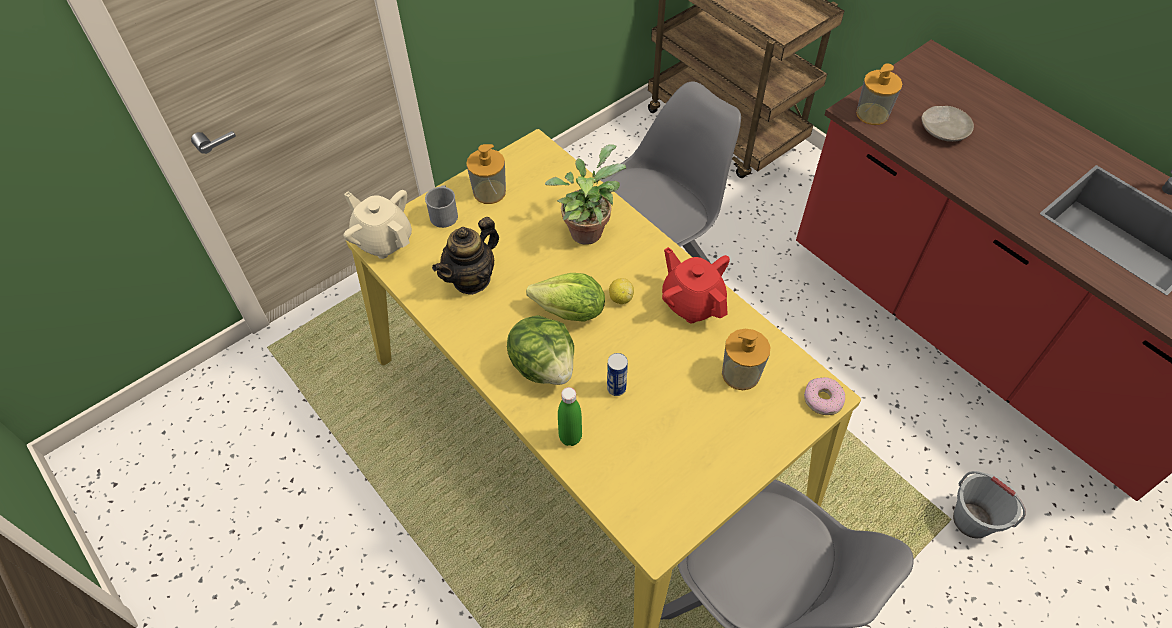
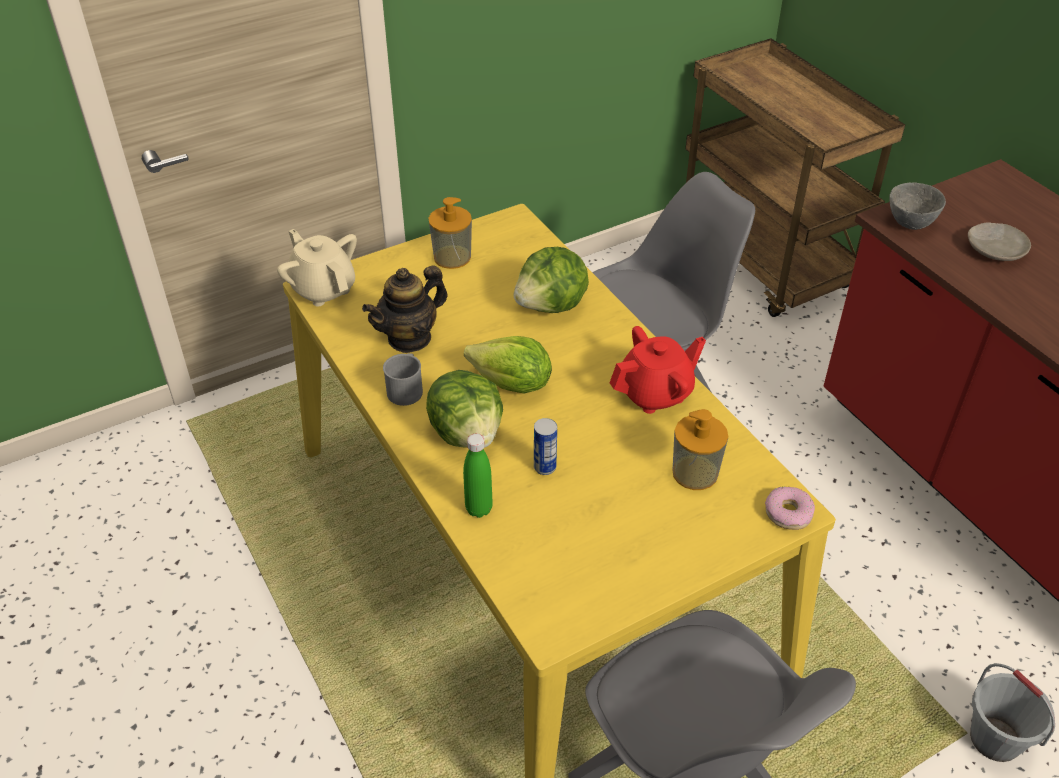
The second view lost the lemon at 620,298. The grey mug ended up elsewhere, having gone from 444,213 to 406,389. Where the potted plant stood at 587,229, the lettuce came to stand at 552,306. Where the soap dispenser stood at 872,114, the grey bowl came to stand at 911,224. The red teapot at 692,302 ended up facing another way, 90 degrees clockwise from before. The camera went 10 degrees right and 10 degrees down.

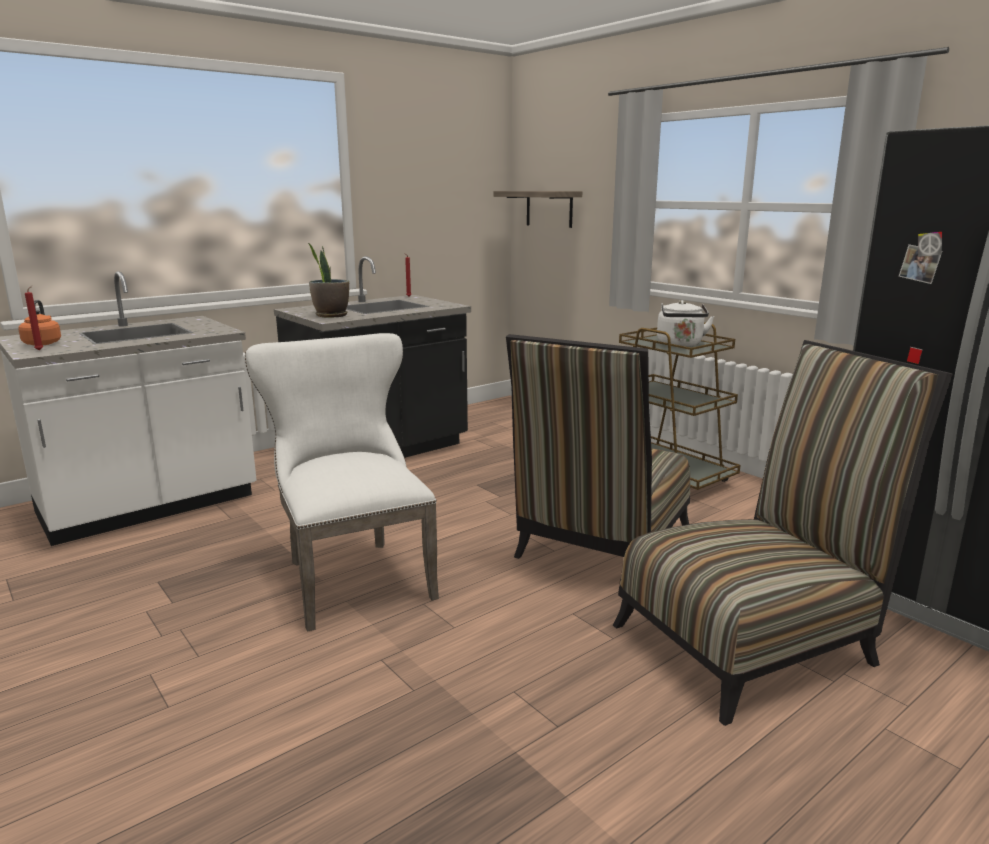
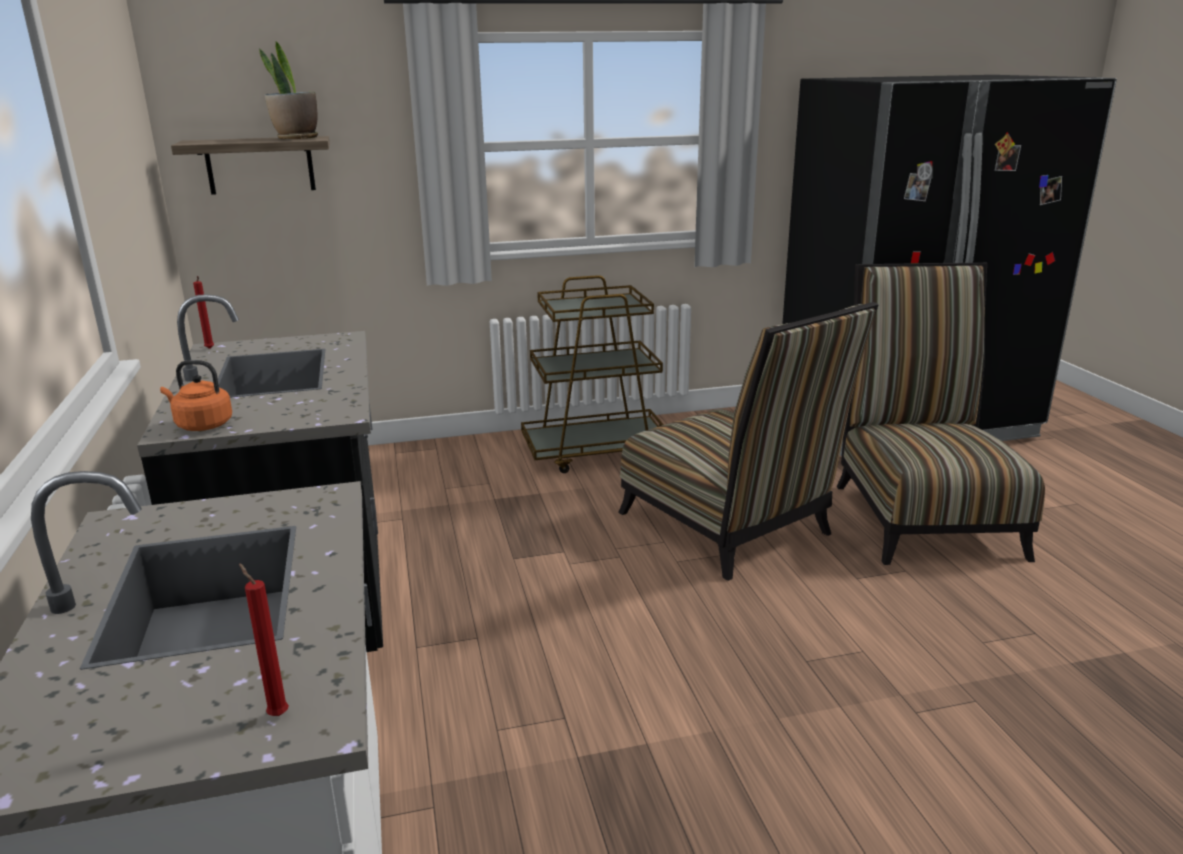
The second view lost the white chair at 352,576. The second view lost the white kettle at 680,345. The orange kettle ended up elsewhere, having gone from 43,343 to 201,425. The potted plant ended up elsewhere, having gone from 331,315 to 296,138. The camera went 65 degrees left and 5 degrees up.

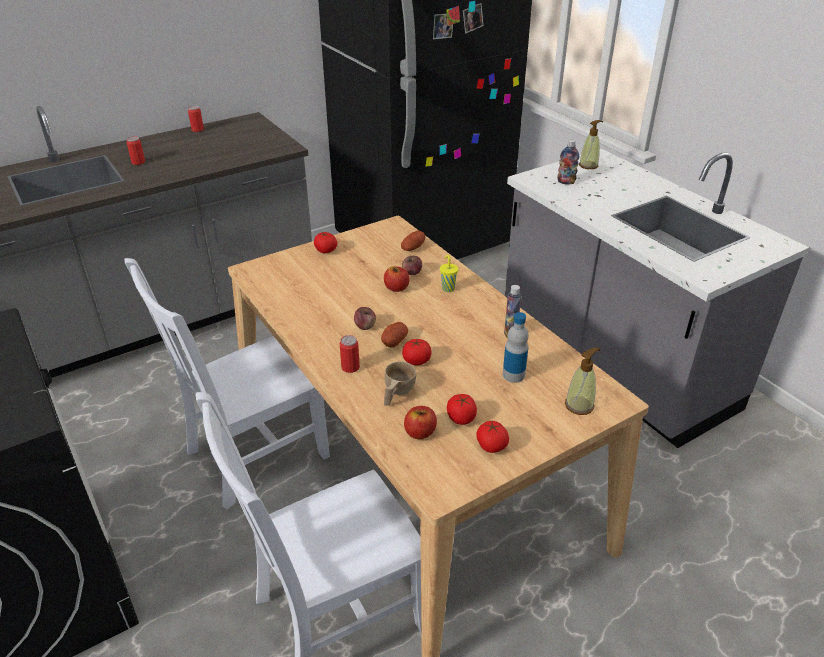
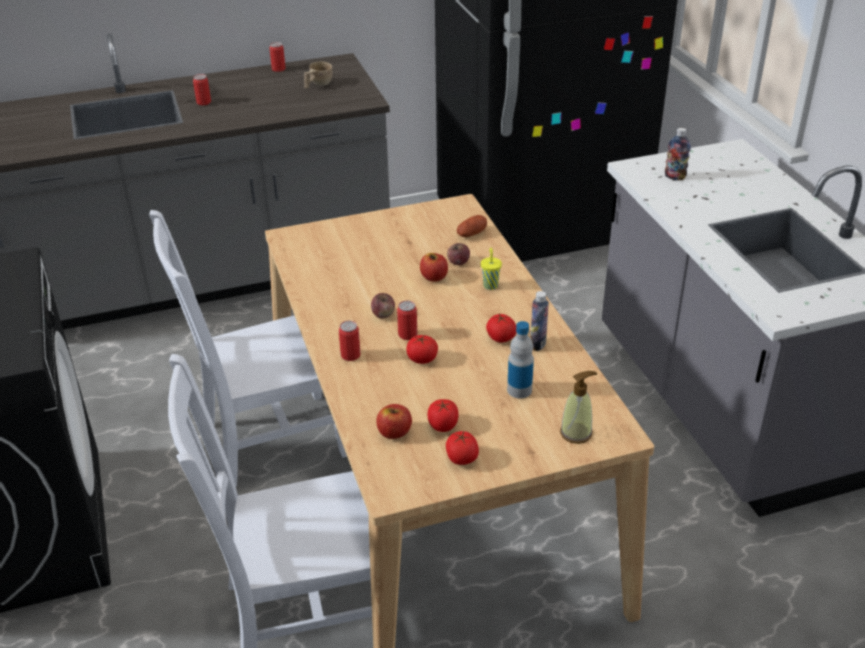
The second view lost the soap dispenser at 588,165. The tomato ended up elsewhere, having gone from 326,251 to 500,338. The beige cup ended up elsewhere, having gone from 396,394 to 317,85. Where the potato stood at 394,341, the can came to stand at 407,335. The camera went 15 degrees right and 0 degrees up.

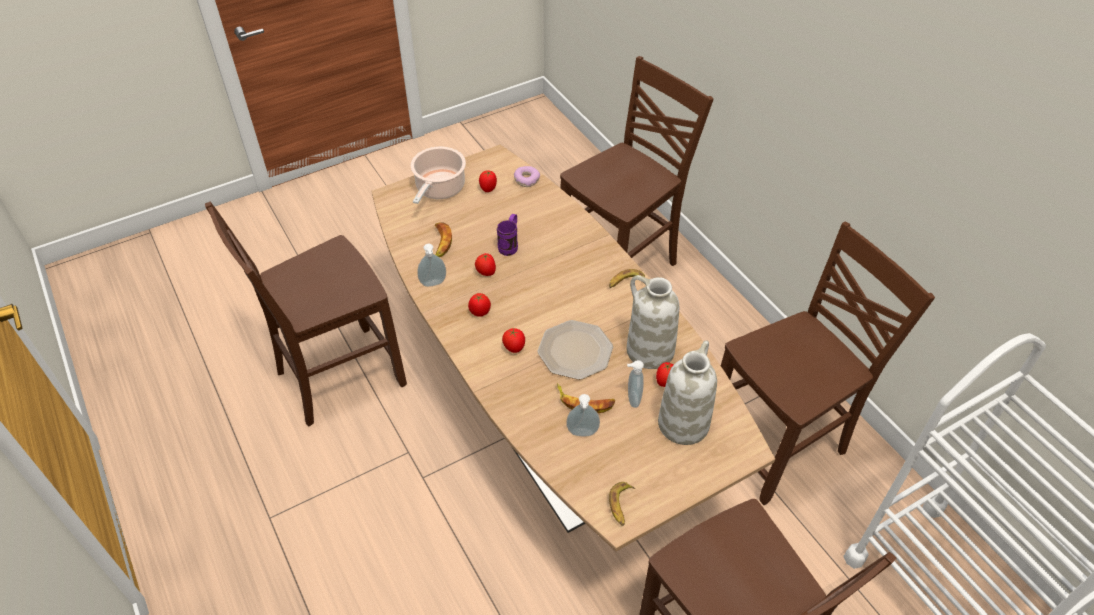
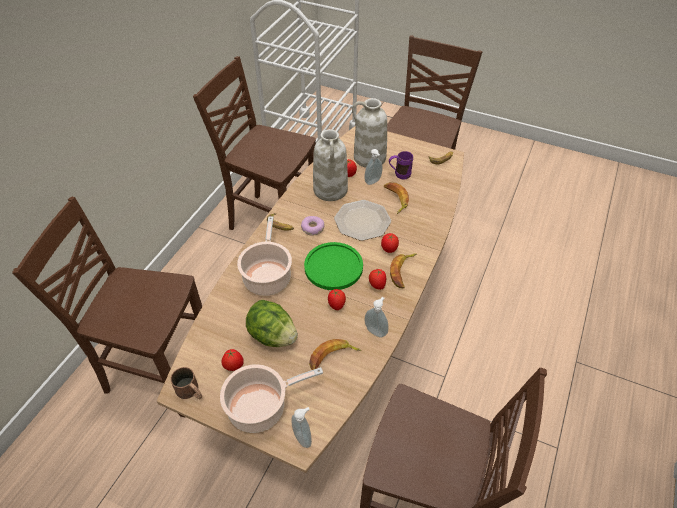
The second view gained the brown mug at 191,392. The second view gained the cooking pot at 267,276. The second view gained the lettuce at 272,336. The second view gained the green plate at 333,267. The second view gained the banana at 402,272. The purple mug ended up elsewhere, having gone from 510,245 to 399,175. The donut ended up elsewhere, having gone from 526,179 to 312,228. The soap dispenser ended up elsewhere, having gone from 582,434 to 303,437. The camera went 125 degrees left and 0 degrees up.

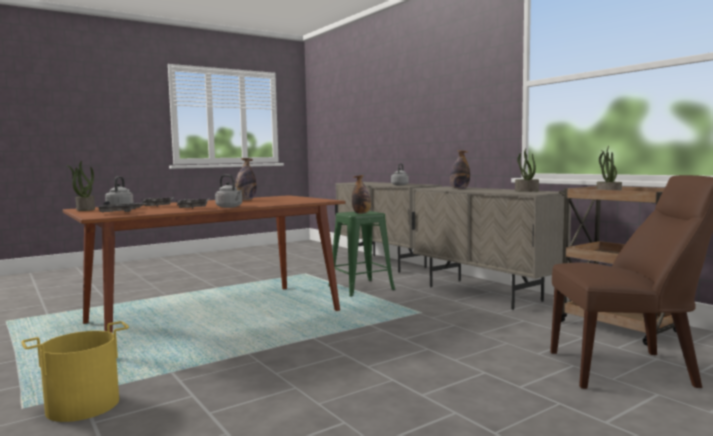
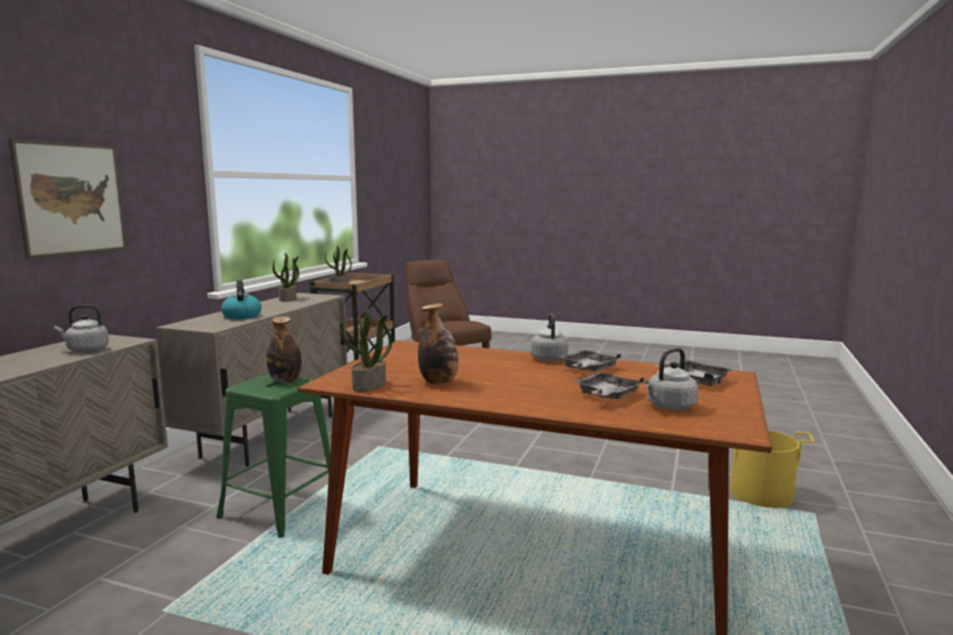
The second view gained the picture at 72,199. The potted plant ended up elsewhere, having gone from 85,209 to 369,386. Where the bottle stood at 459,189, the kettle came to stand at 241,316. The camera went 125 degrees left and 5 degrees up.

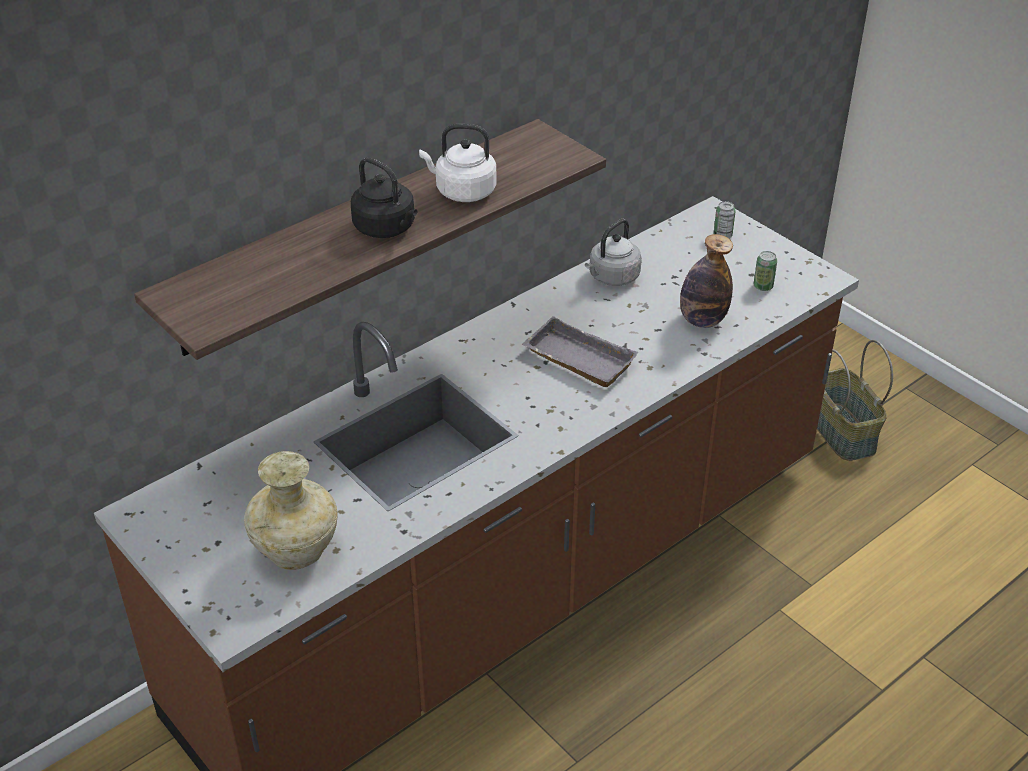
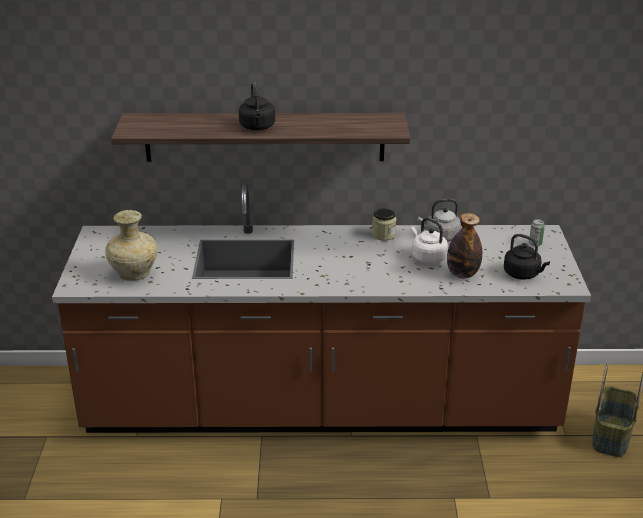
The second view lost the grey tray at 576,360. The second view gained the jar at 383,235. The white kettle ended up elsewhere, having gone from 462,191 to 427,257. Where the can stood at 763,286, the black kettle came to stand at 523,274. The camera went 40 degrees right and 10 degrees down.

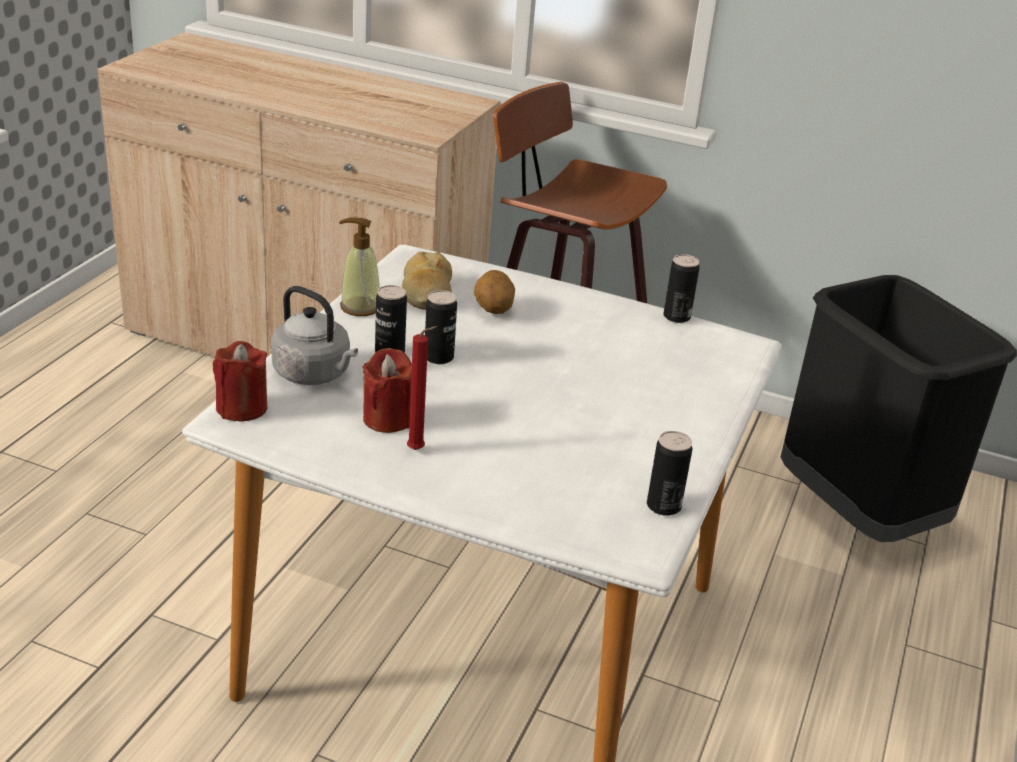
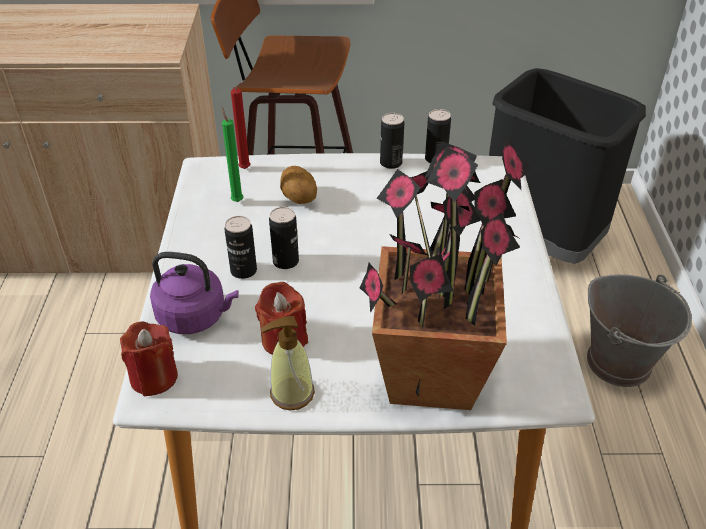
The second view gained the potted plant at 430,374. The second view gained the grey bucket at 620,362. The soap dispenser ended up elsewhere, having gone from 360,307 to 291,393. The red candle ended up elsewhere, having gone from 418,450 to 247,168. The can ended up elsewhere, having gone from 663,506 to 391,163. Where the bread stood at 426,293, the green candle came to stand at 236,200. What was the grey kettle at 314,374 turned into the purple kettle at 195,317. The camera went 20 degrees left and 10 degrees up.

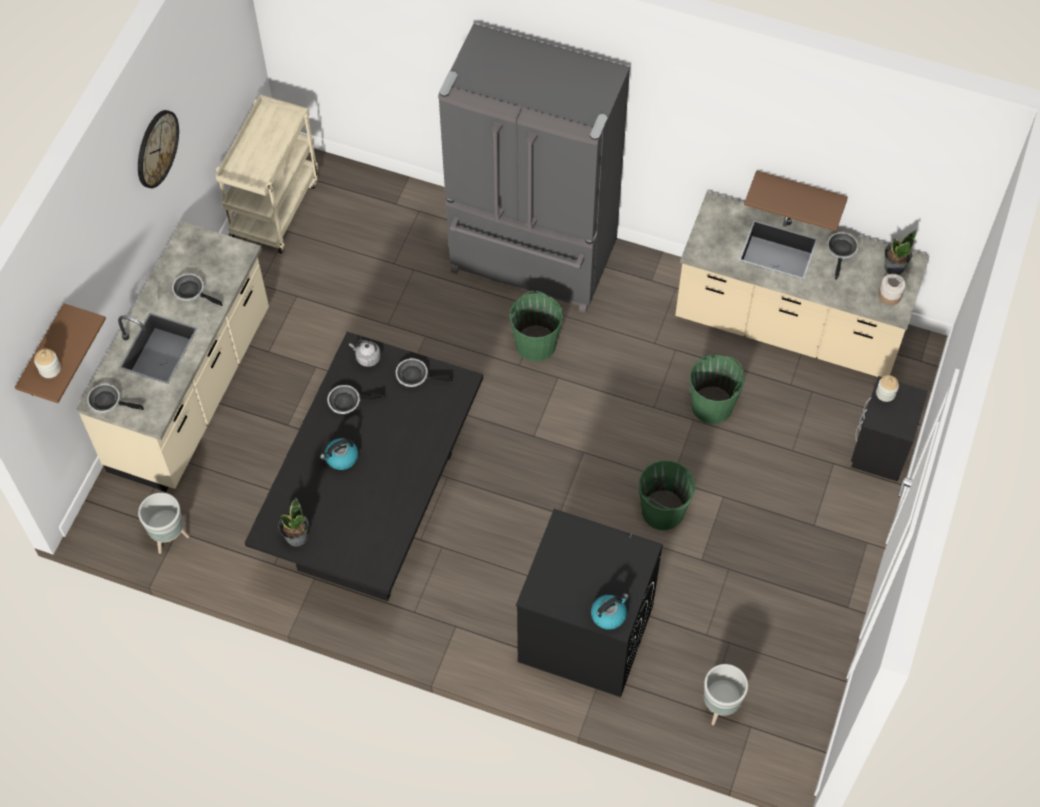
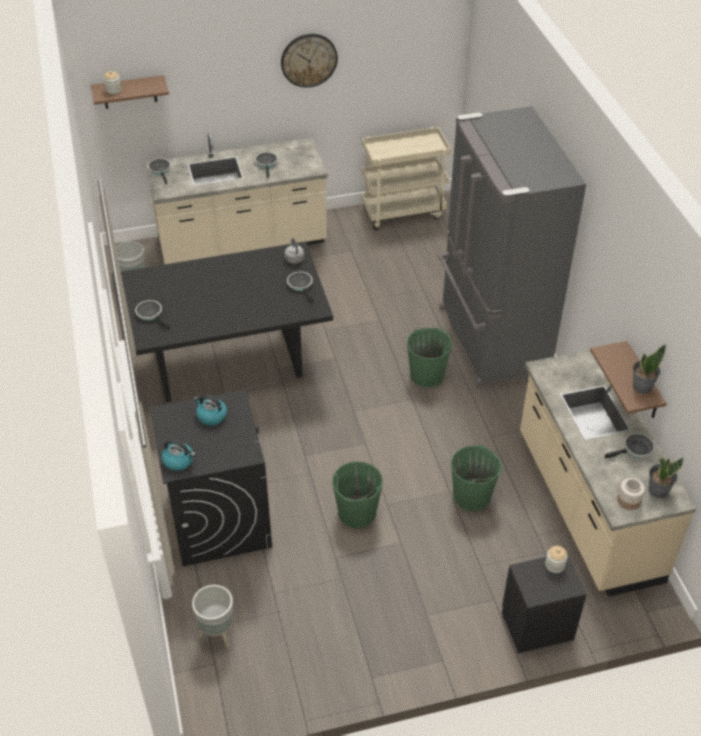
The potted plant ended up elsewhere, having gone from 296,537 to 641,386. The kettle ended up elsewhere, having gone from 341,458 to 211,416. The frying pan ended up elsewhere, having gone from 347,401 to 151,314. The camera went 55 degrees right and 15 degrees down.

